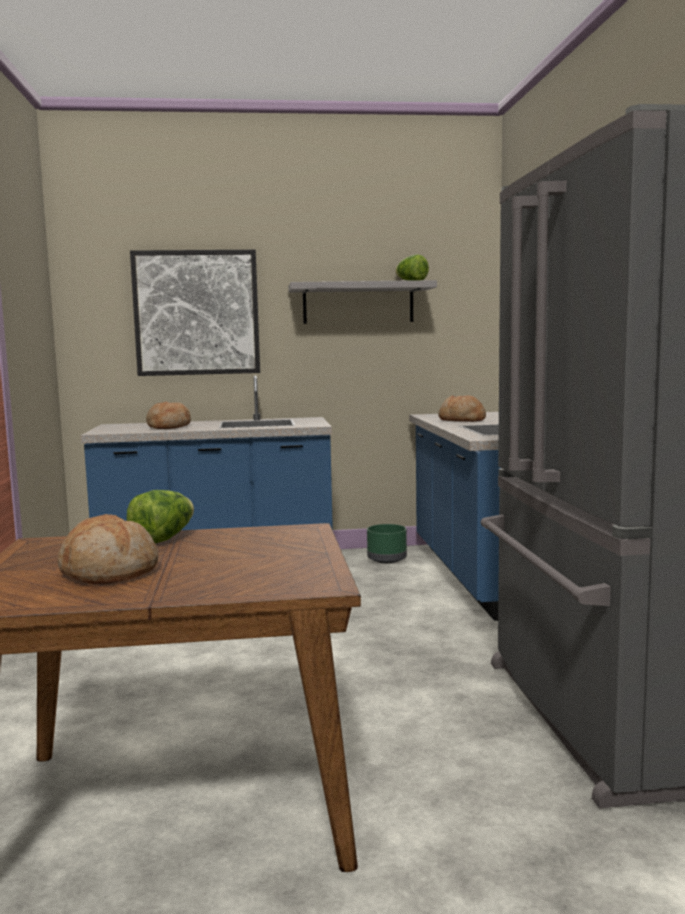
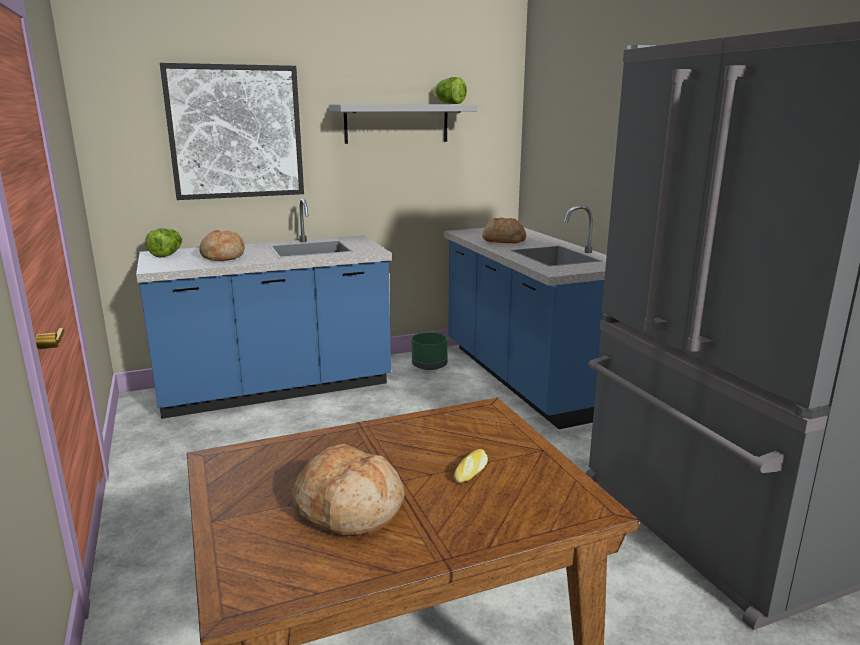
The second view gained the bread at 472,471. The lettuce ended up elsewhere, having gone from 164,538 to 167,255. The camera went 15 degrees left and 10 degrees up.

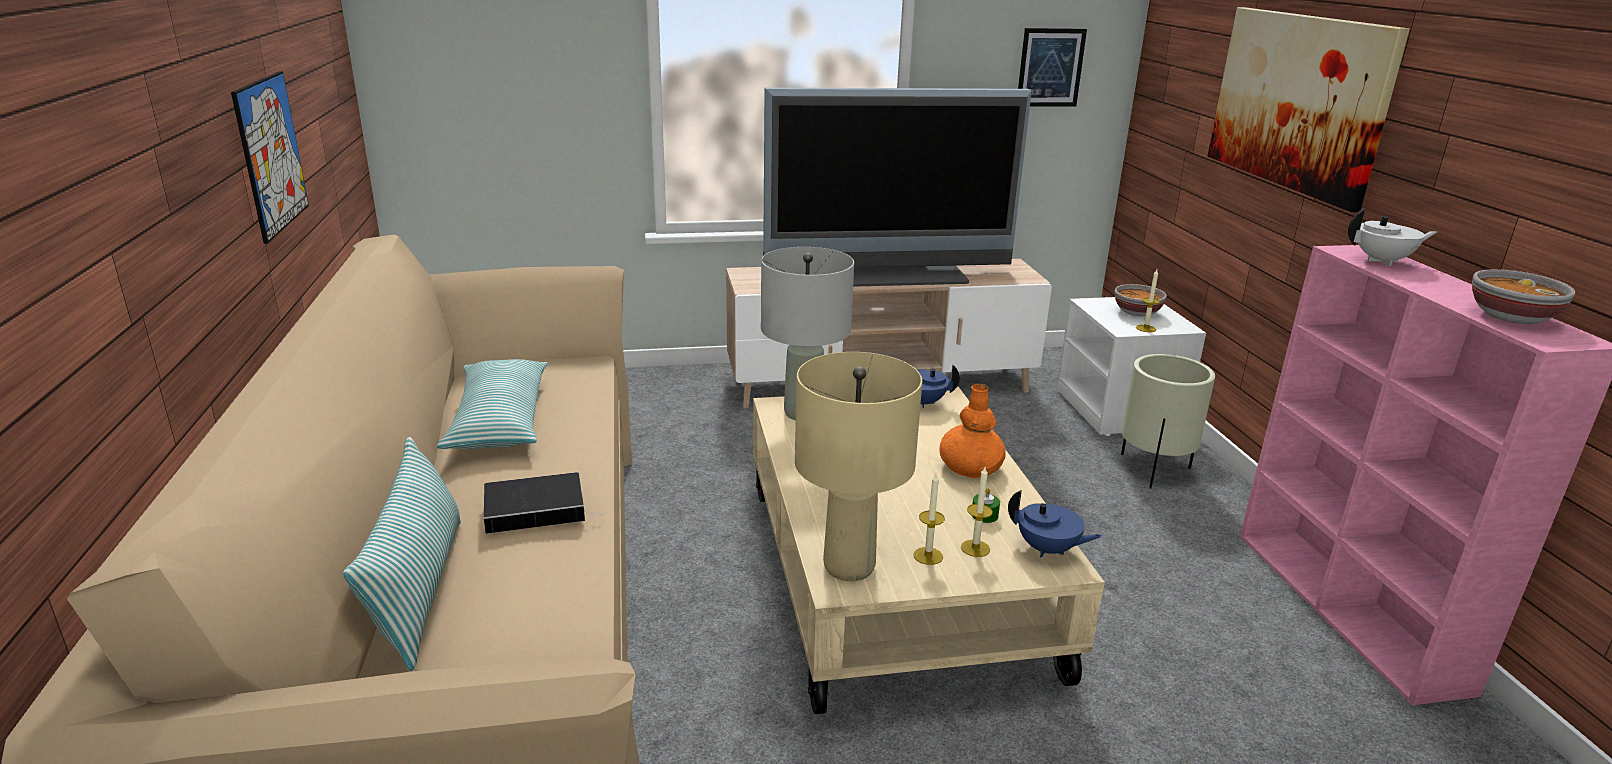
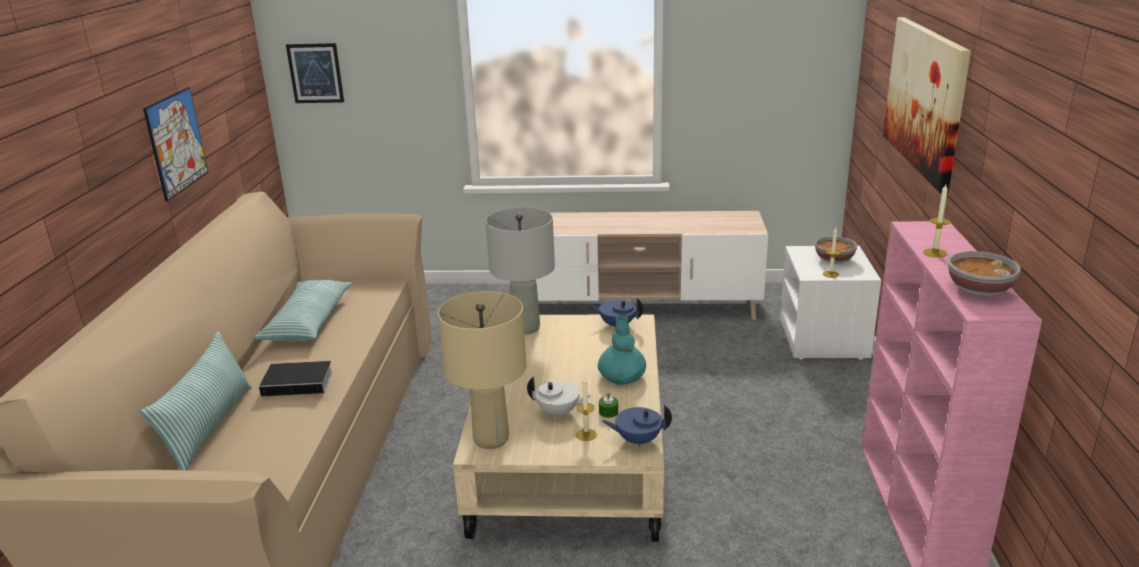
The second view lost the television at 889,275. The second view lost the beige planter at 1154,470. The candle ended up elsewhere, having gone from 928,556 to 934,253. The picture ended up elsewhere, having gone from 1050,67 to 315,73. The white teapot ended up elsewhere, having gone from 1383,261 to 558,412. What was the orange vase at 971,466 turned into the turquoise vase at 622,376. The blue teapot at 1047,549 ended up facing another way, 135 degrees clockwise from before. The camera went 15 degrees right and 0 degrees up.

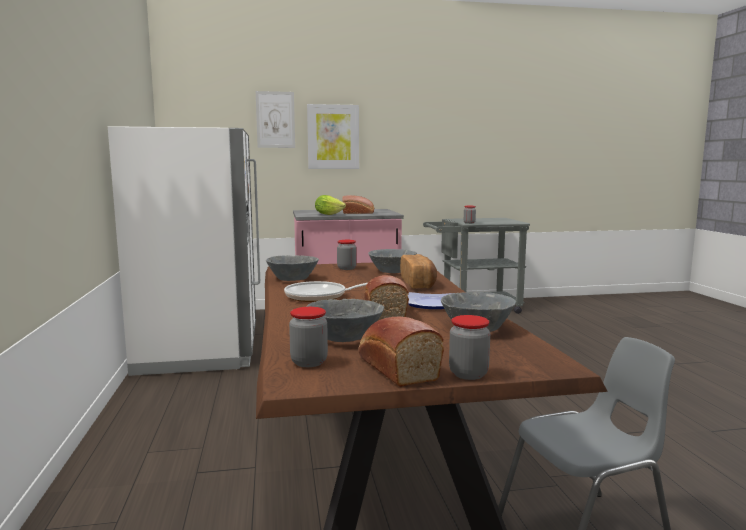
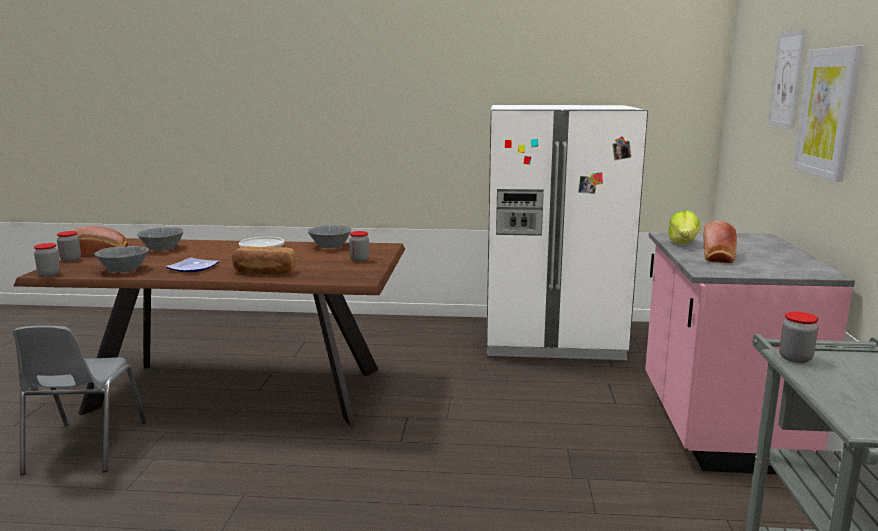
The second view lost the bread at 384,312. The second view lost the grey bowl at 391,271. The jar ended up elsewhere, having gone from 309,362 to 49,274. The camera went 105 degrees right and 5 degrees up.

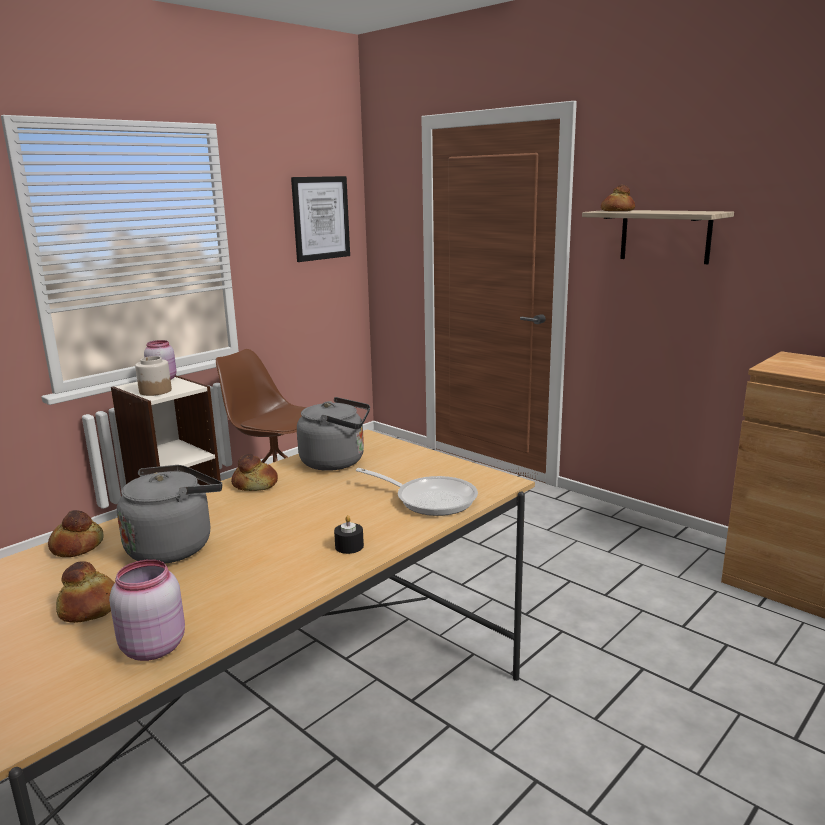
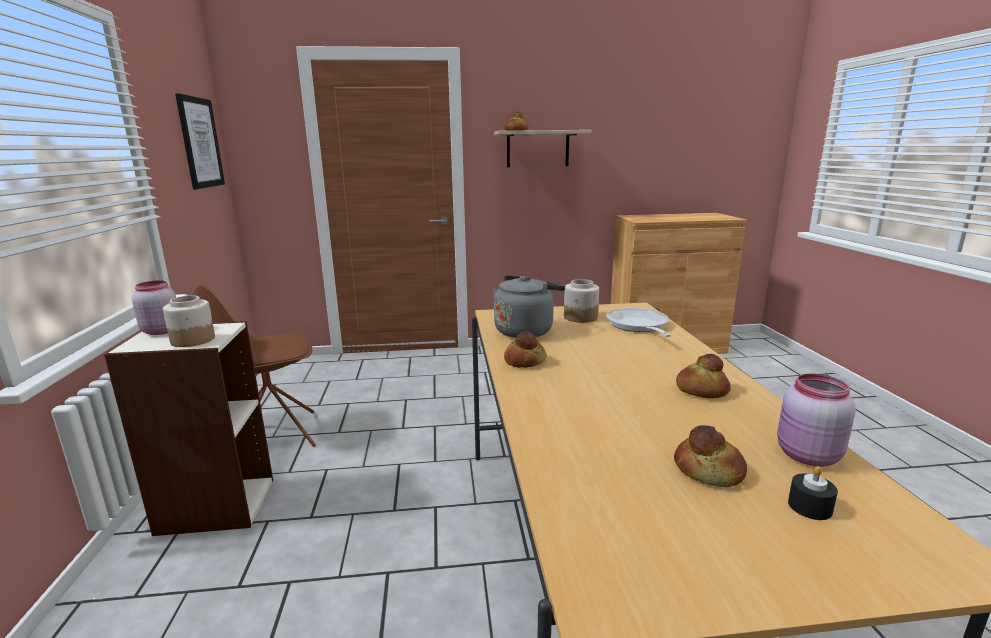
The second view lost the grey kettle at 174,546. The second view gained the jar at 580,317. The bread ended up elsewhere, having gone from 76,546 to 701,390. The black candle ended up elsewhere, having gone from 349,546 to 809,507. The frying pan at 430,499 ended up facing another way, 75 degrees counterclockwise from before. The camera went 50 degrees left and 0 degrees up.

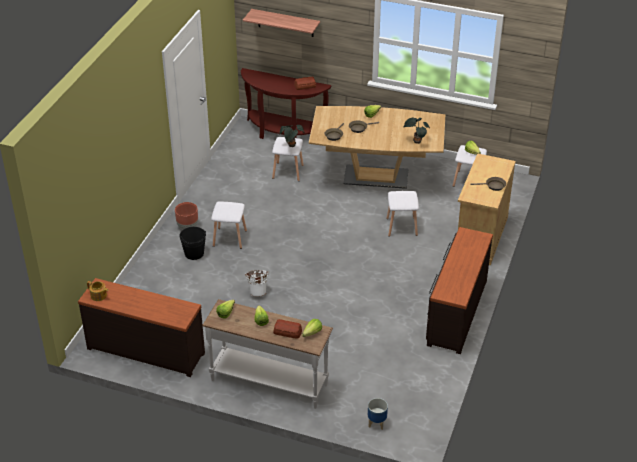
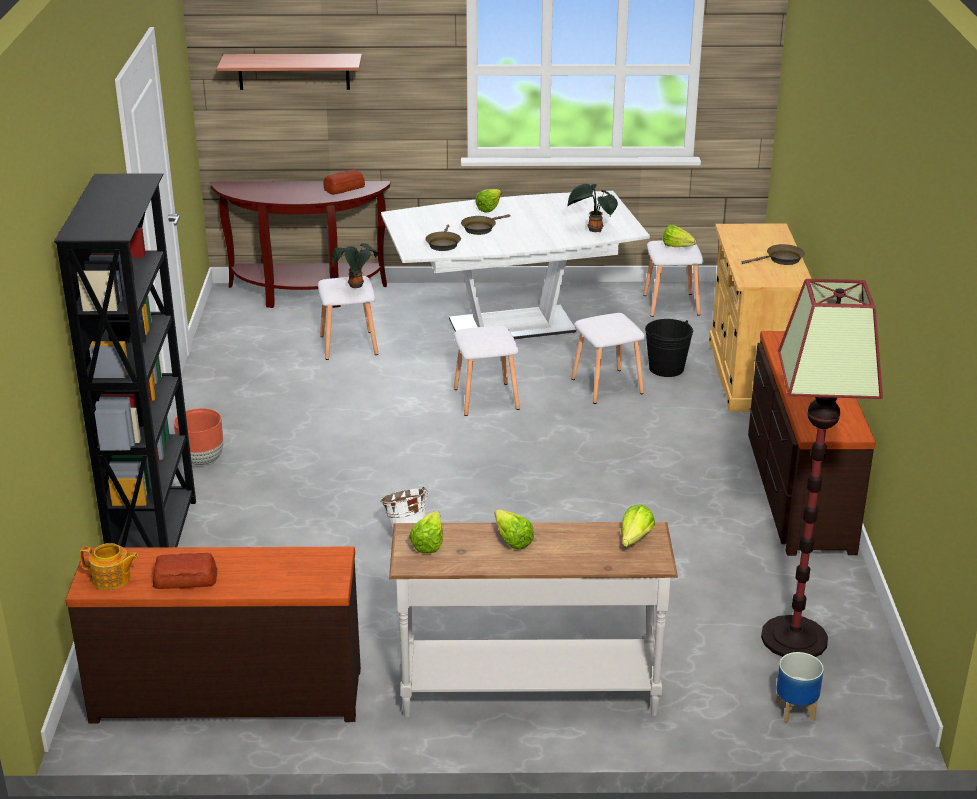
The second view gained the black bookcase at 157,540. The second view gained the floor lamp at 793,638. The black bucket ended up elsewhere, having gone from 194,253 to 666,368. The white stool ended up elsewhere, having gone from 229,238 to 485,399. The bread ended up elsewhere, having gone from 287,332 to 186,579. What was the brown dining table at 376,177 turned into the white dining table at 512,326. The camera went 20 degrees left and 10 degrees down.

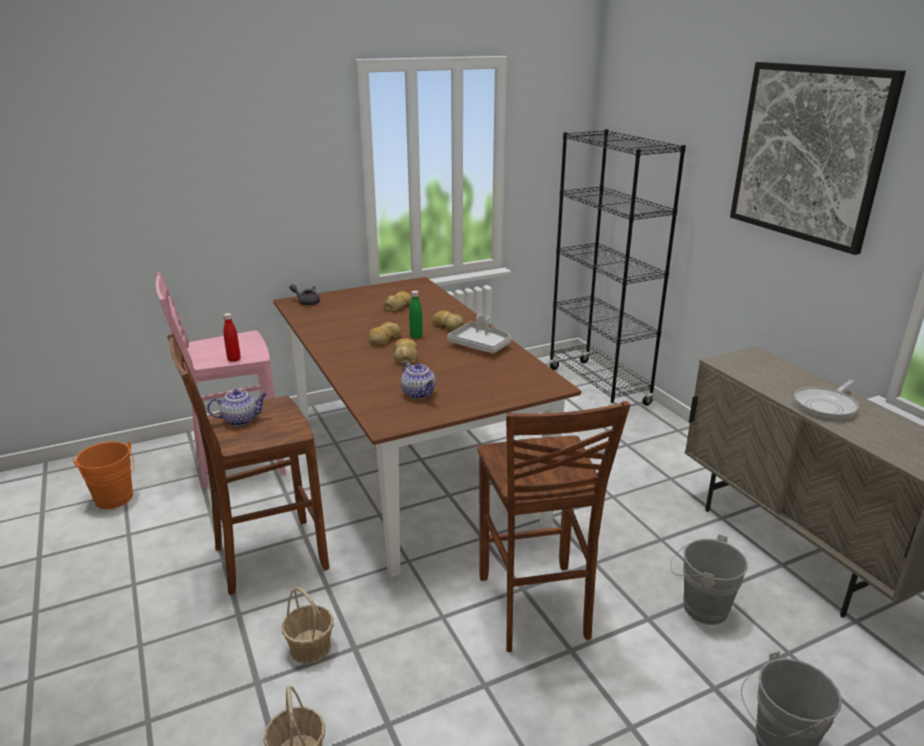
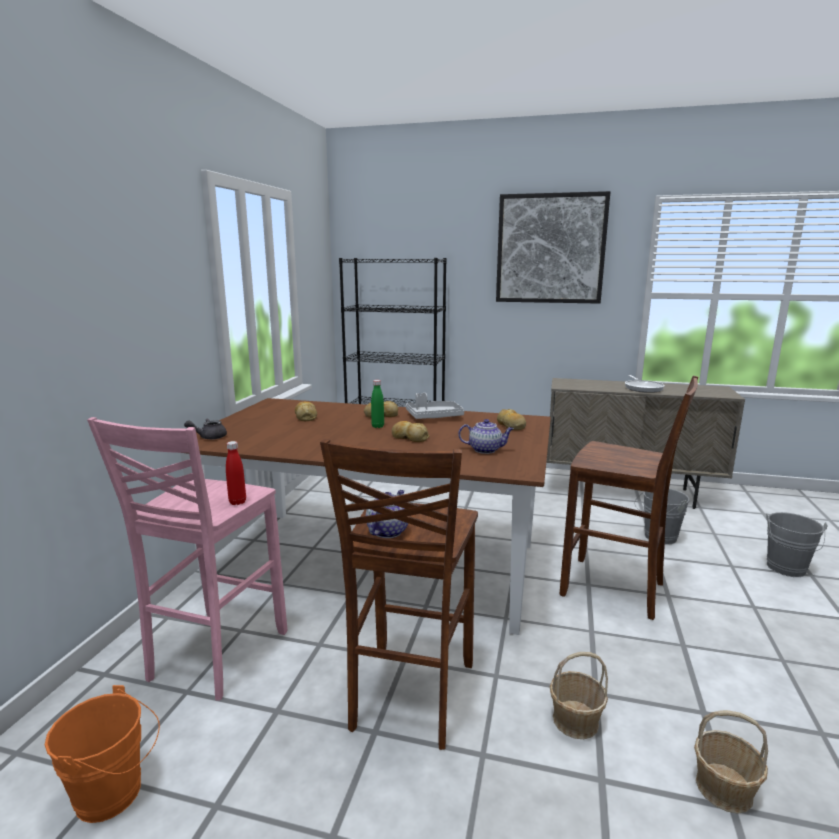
The bread ended up elsewhere, having gone from 384,340 to 511,426. The camera went 50 degrees left and 10 degrees down.

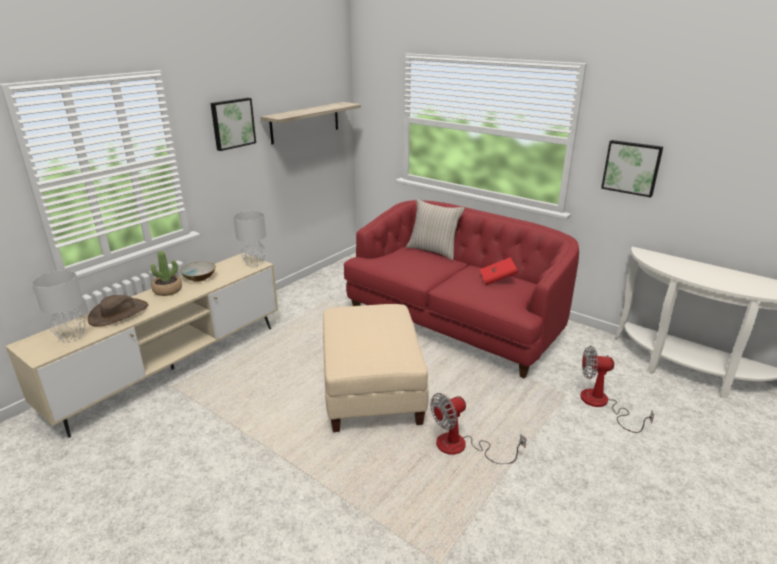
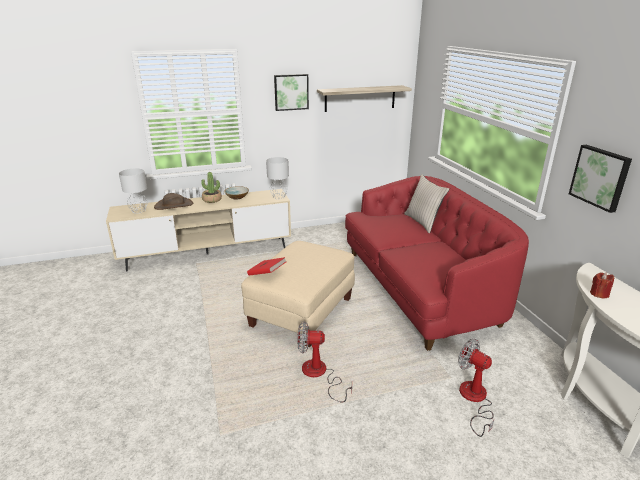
The second view gained the red candle at 599,294. The red book ended up elsewhere, having gone from 497,279 to 267,274. The camera went 35 degrees right and 0 degrees up.

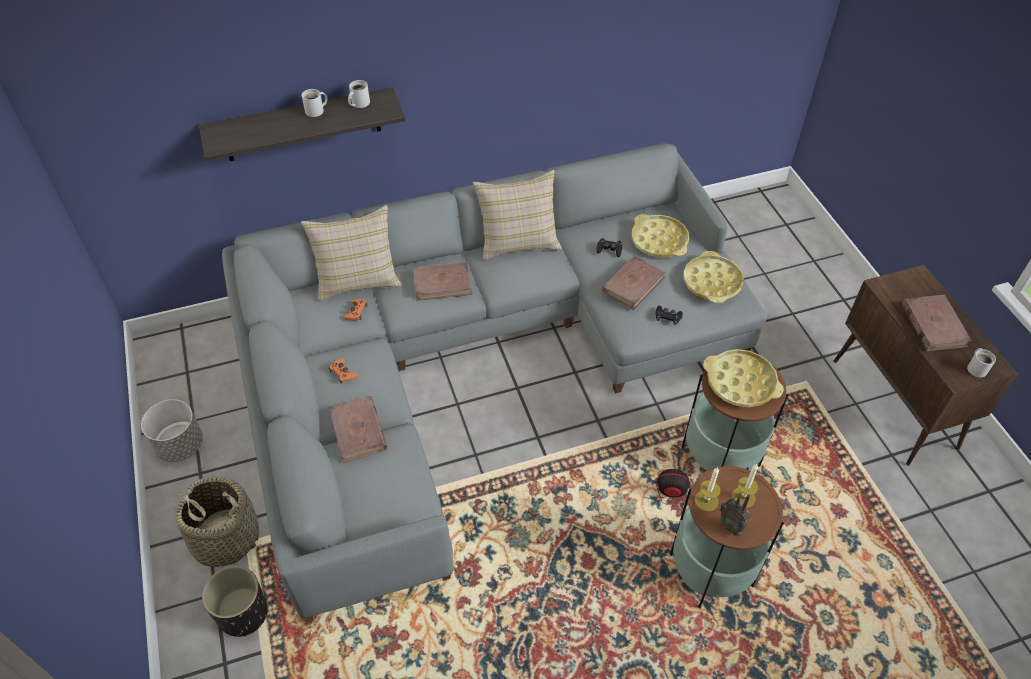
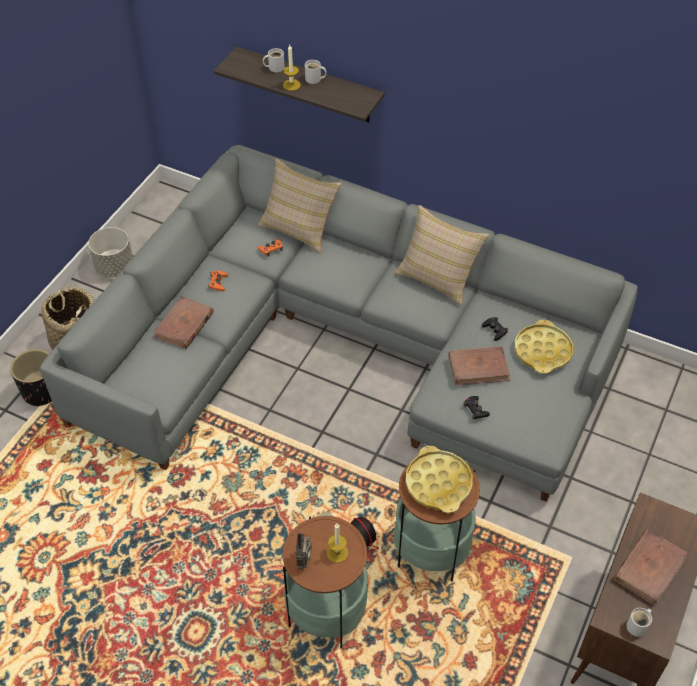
The second view lost the brown book at 442,283. The second view lost the yellow tray at 712,282. The white mug ended up elsewhere, having gone from 359,103 to 274,67. The candle ended up elsewhere, having gone from 706,500 to 291,85. The camera went 45 degrees right and 0 degrees up.

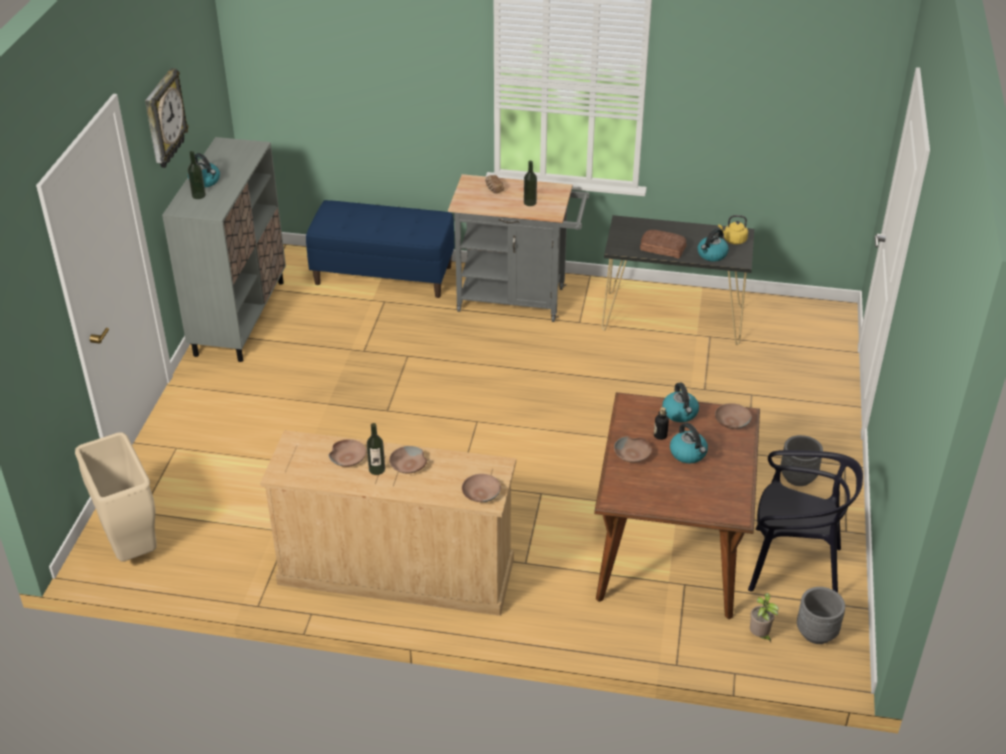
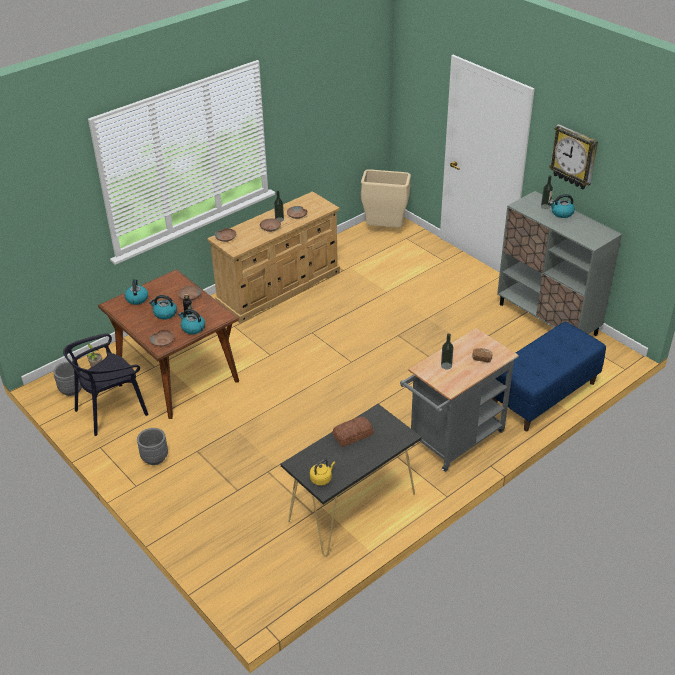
The kettle ended up elsewhere, having gone from 712,255 to 137,298. The camera went 130 degrees right and 0 degrees up.

